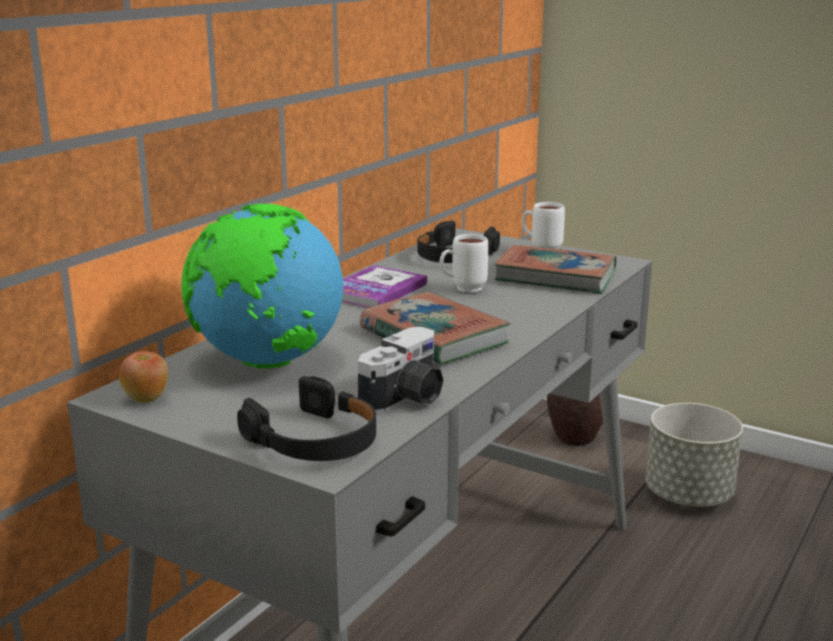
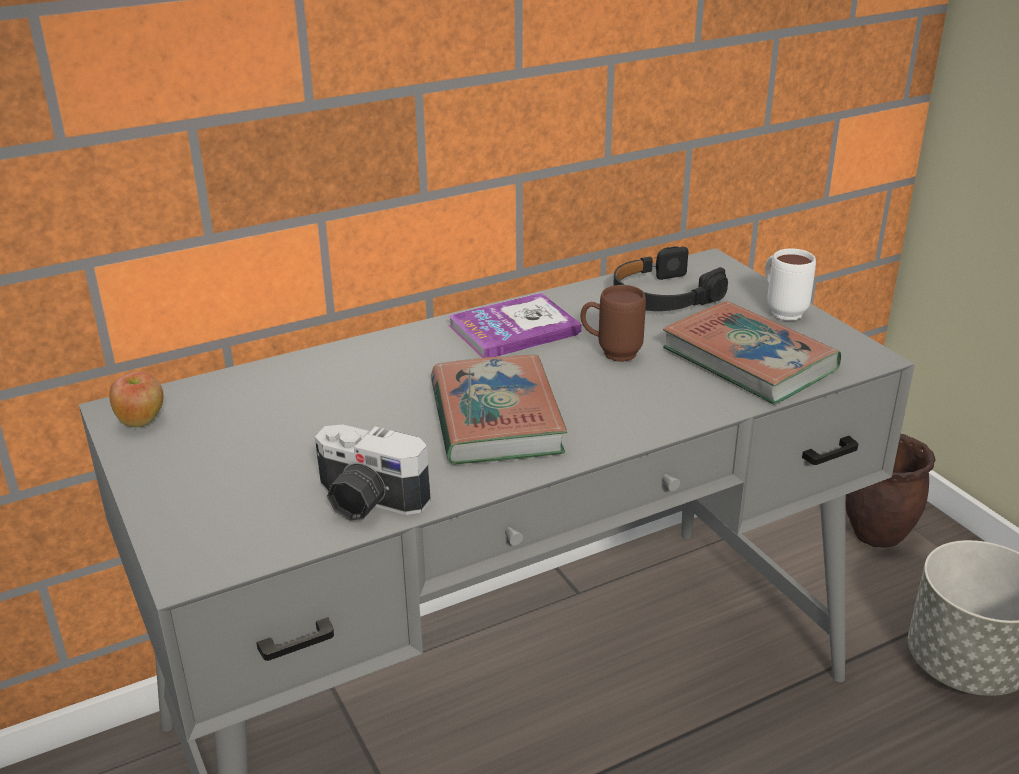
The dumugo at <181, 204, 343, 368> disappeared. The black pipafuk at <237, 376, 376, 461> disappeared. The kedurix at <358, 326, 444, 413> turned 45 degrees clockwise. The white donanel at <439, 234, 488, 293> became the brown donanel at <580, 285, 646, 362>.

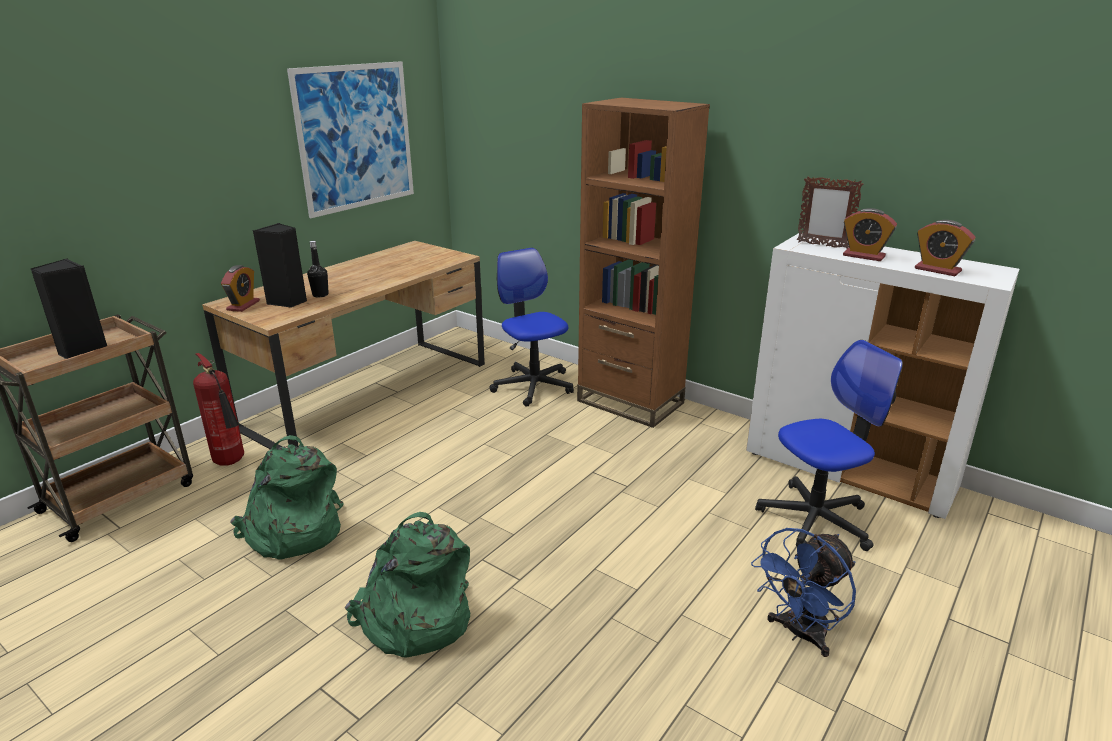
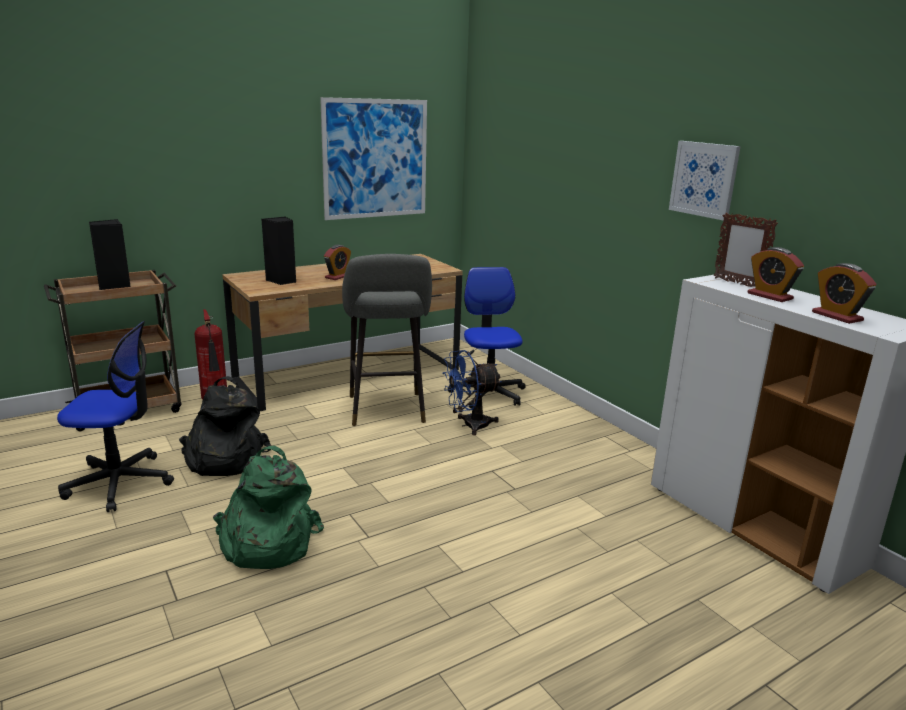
The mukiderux moved from <221, 265, 260, 312> to <324, 245, 351, 280>. The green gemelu at <230, 435, 343, 559> became the black gemelu at <179, 376, 272, 476>. The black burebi at <307, 241, 329, 297> disappeared. The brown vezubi at <577, 98, 710, 428> disappeared. The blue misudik moved from <751, 528, 856, 657> to <443, 350, 502, 435>. The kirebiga moved from <755, 340, 903, 551> to <57, 321, 174, 512>. The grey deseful at <342, 254, 432, 426> appeared. The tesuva at <669, 141, 741, 221> appeared.

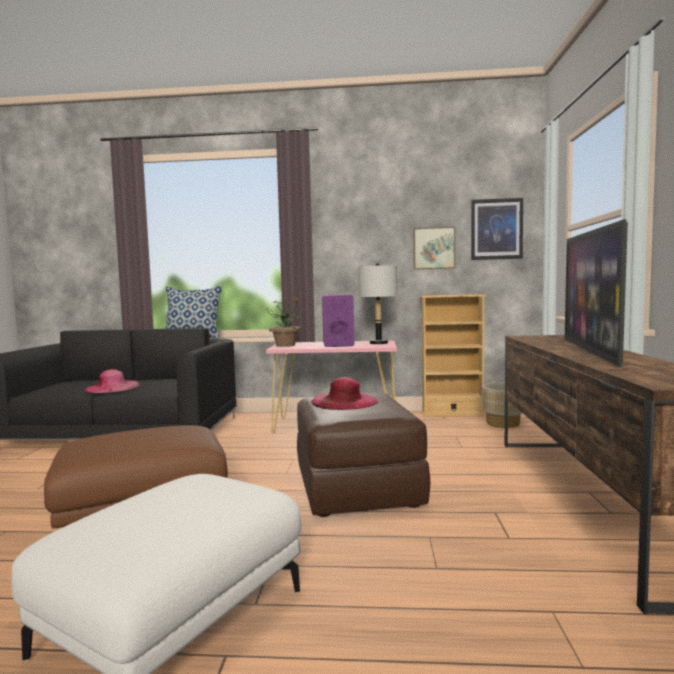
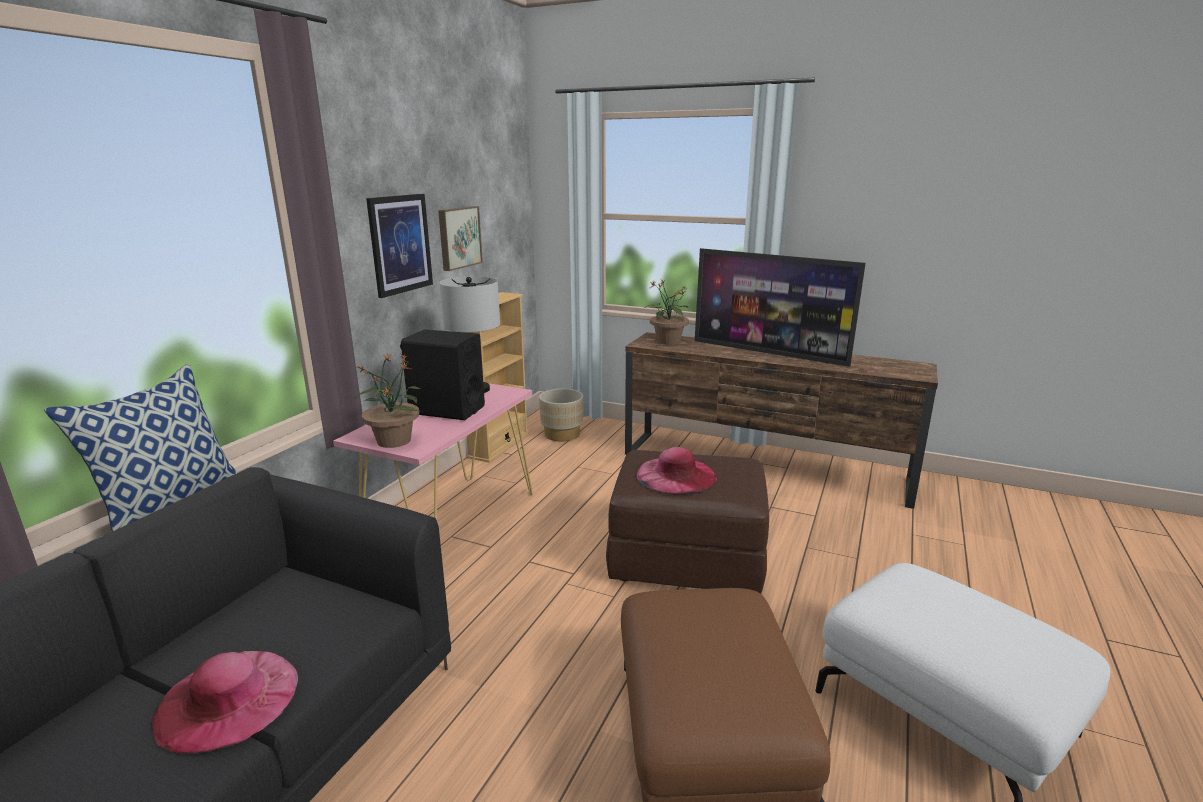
The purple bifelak at <322, 295, 354, 347> became the black bifelak at <400, 329, 485, 420>. The tesuva moved from <471, 198, 523, 260> to <366, 194, 433, 298>. The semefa at <644, 280, 689, 345> appeared.

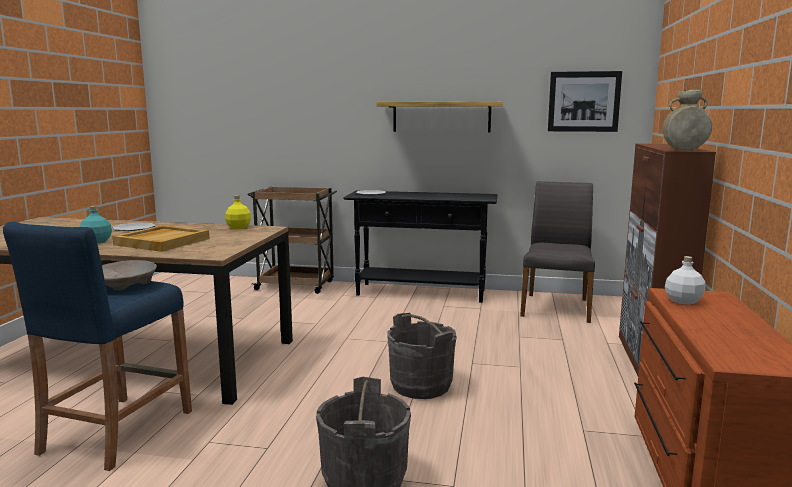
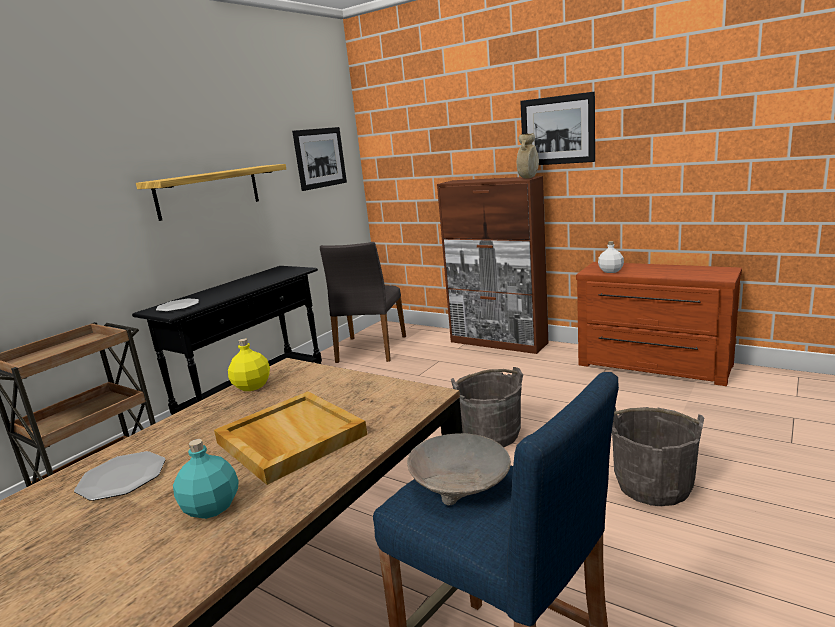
The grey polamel at <520, 181, 595, 323> turned 120 degrees counterclockwise. The tesuva at <520, 92, 595, 165> appeared.

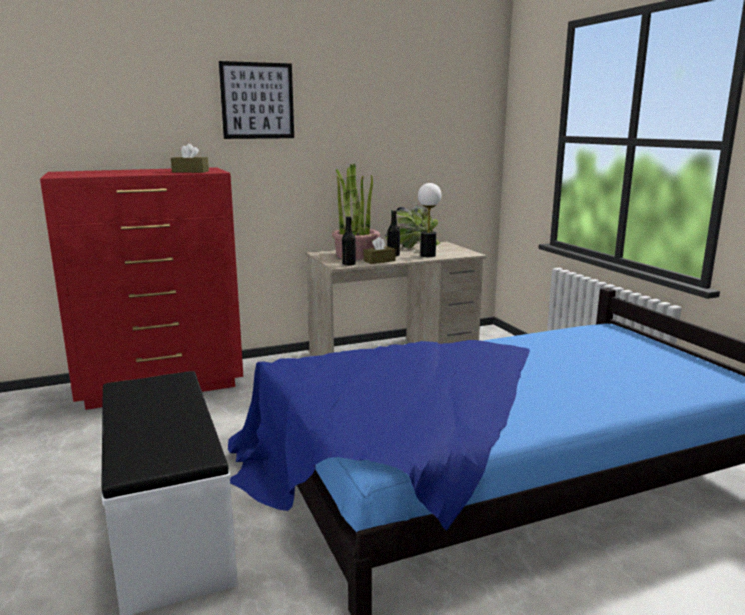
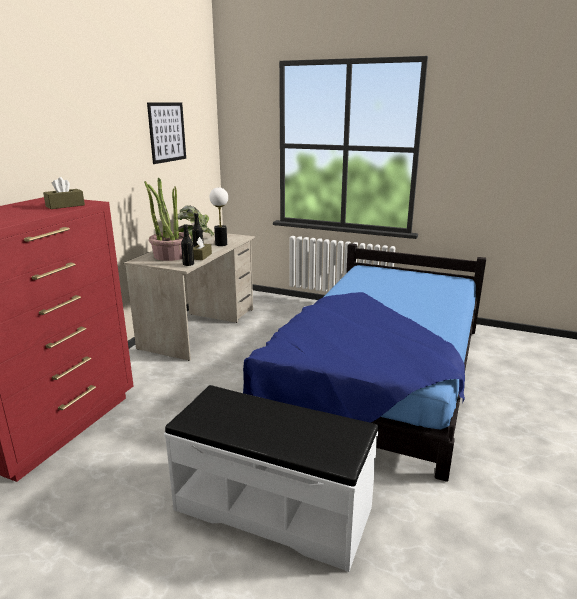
The tesuva moved from <219, 61, 294, 139> to <147, 103, 186, 164>.

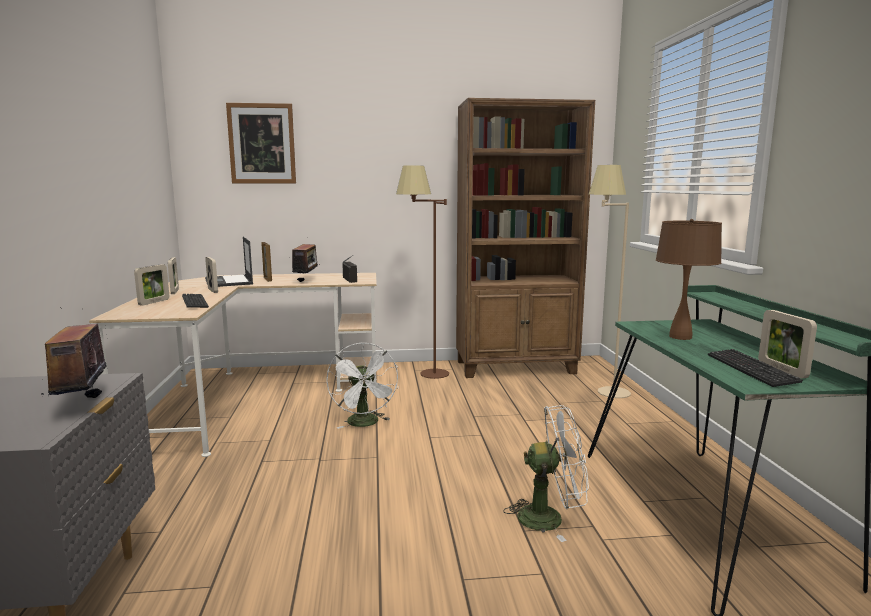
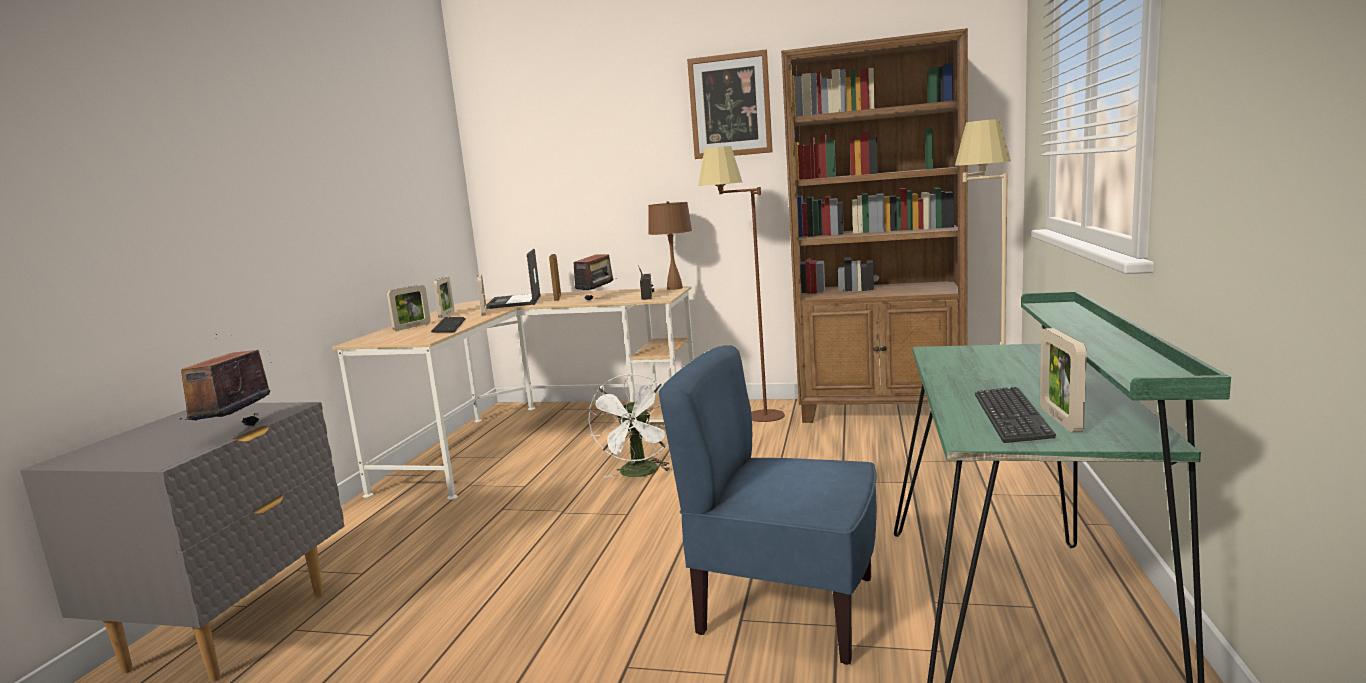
The tesuva moved from <226, 103, 296, 183> to <687, 49, 773, 159>. The white misudik at <503, 405, 589, 542> was replaced by the blue polamel at <658, 345, 877, 665>. The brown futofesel moved from <656, 219, 722, 340> to <648, 201, 692, 290>.

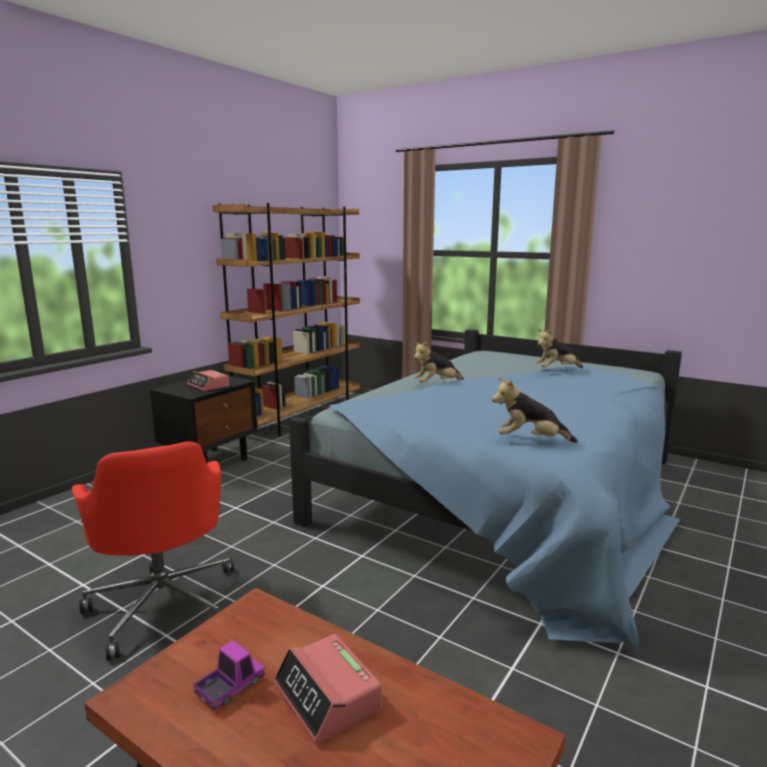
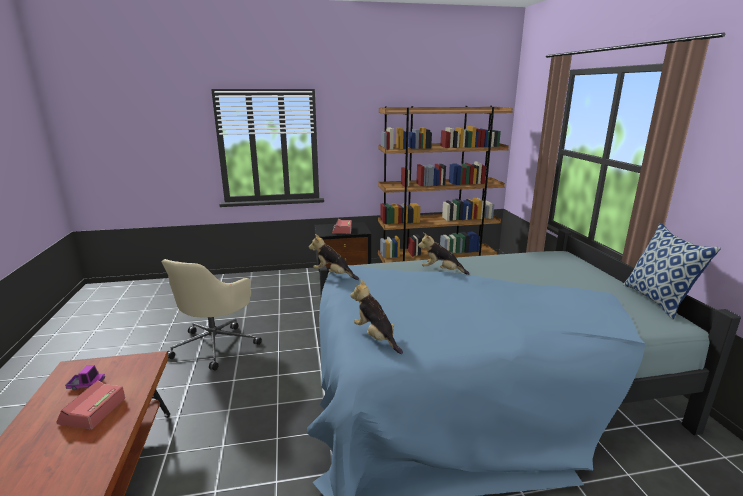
The red kirebiga at <72, 441, 234, 661> became the beige kirebiga at <162, 259, 262, 370>. The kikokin moved from <536, 329, 583, 368> to <309, 234, 359, 280>. The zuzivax at <623, 223, 721, 319> appeared.

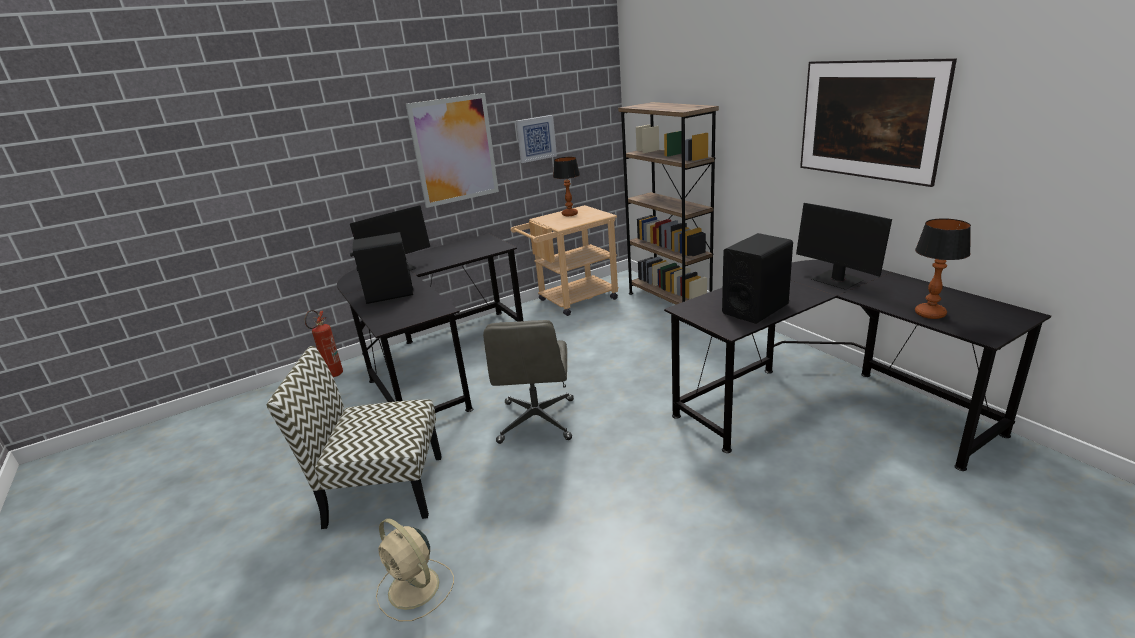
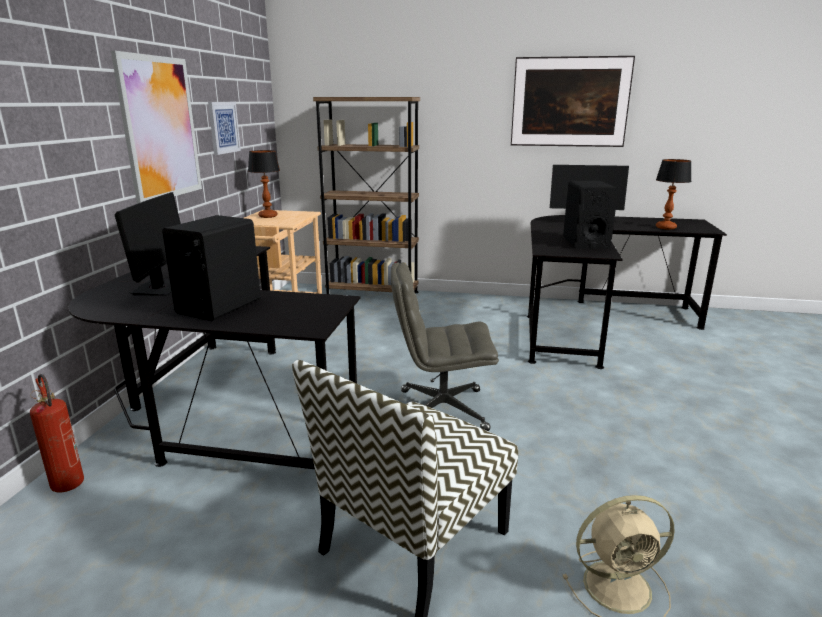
The grey kirebiga at <483, 320, 574, 444> turned 135 degrees clockwise.

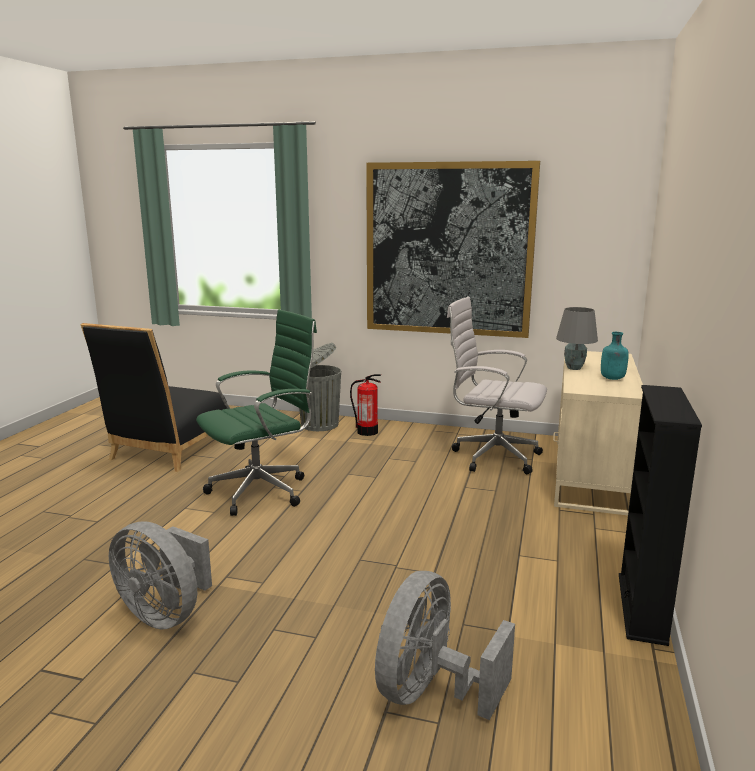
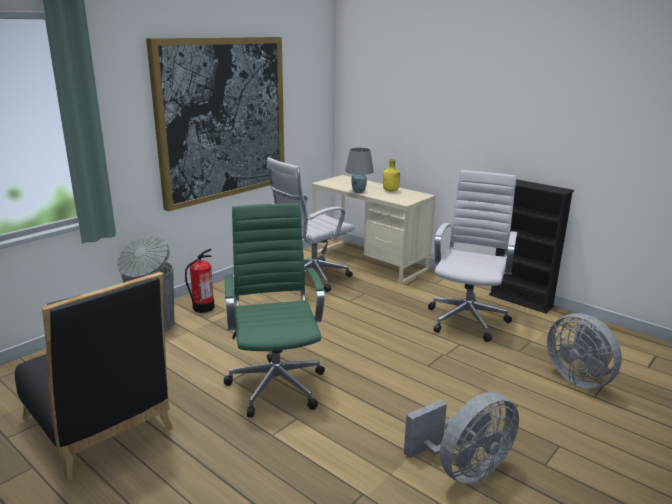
The turquoise burebi at <601, 332, 629, 380> became the yellow burebi at <383, 159, 400, 192>. The white kirebiga at <428, 170, 518, 342> appeared.

